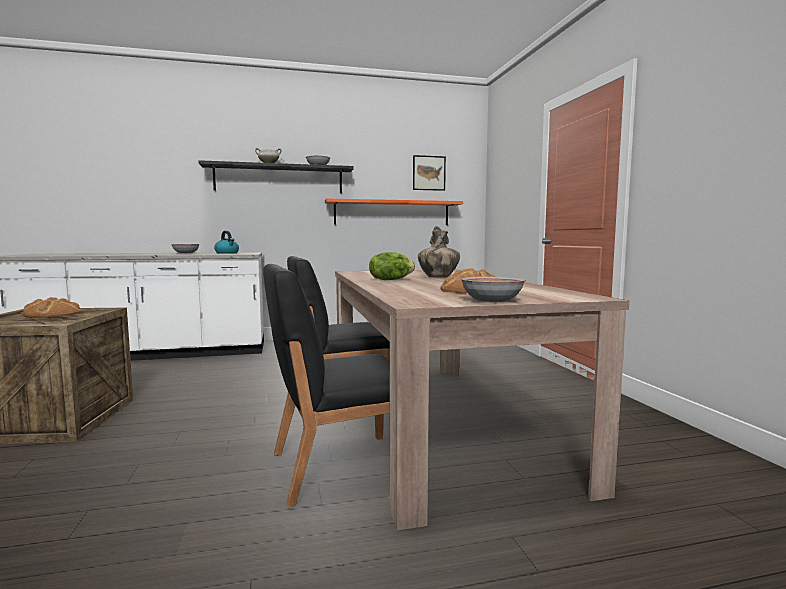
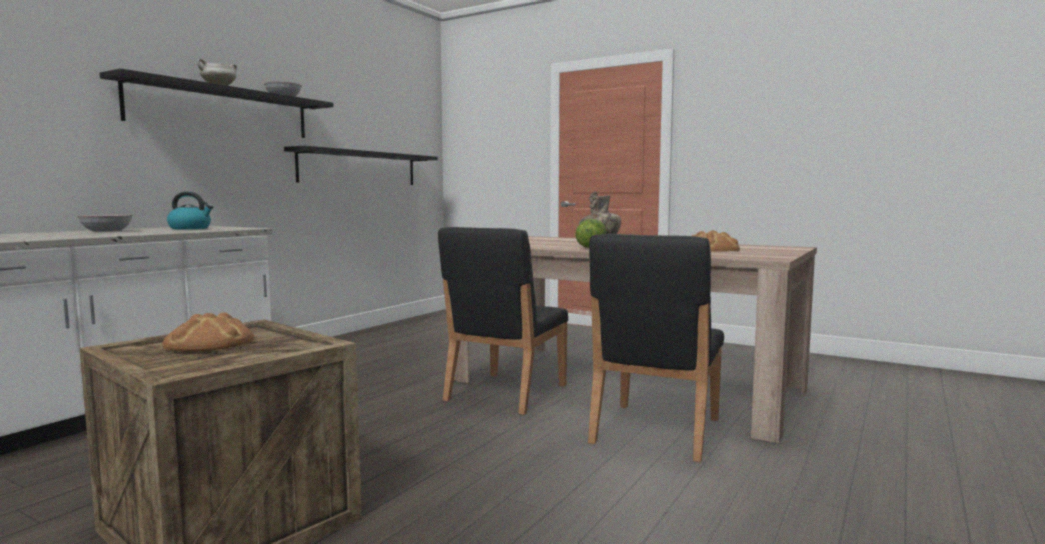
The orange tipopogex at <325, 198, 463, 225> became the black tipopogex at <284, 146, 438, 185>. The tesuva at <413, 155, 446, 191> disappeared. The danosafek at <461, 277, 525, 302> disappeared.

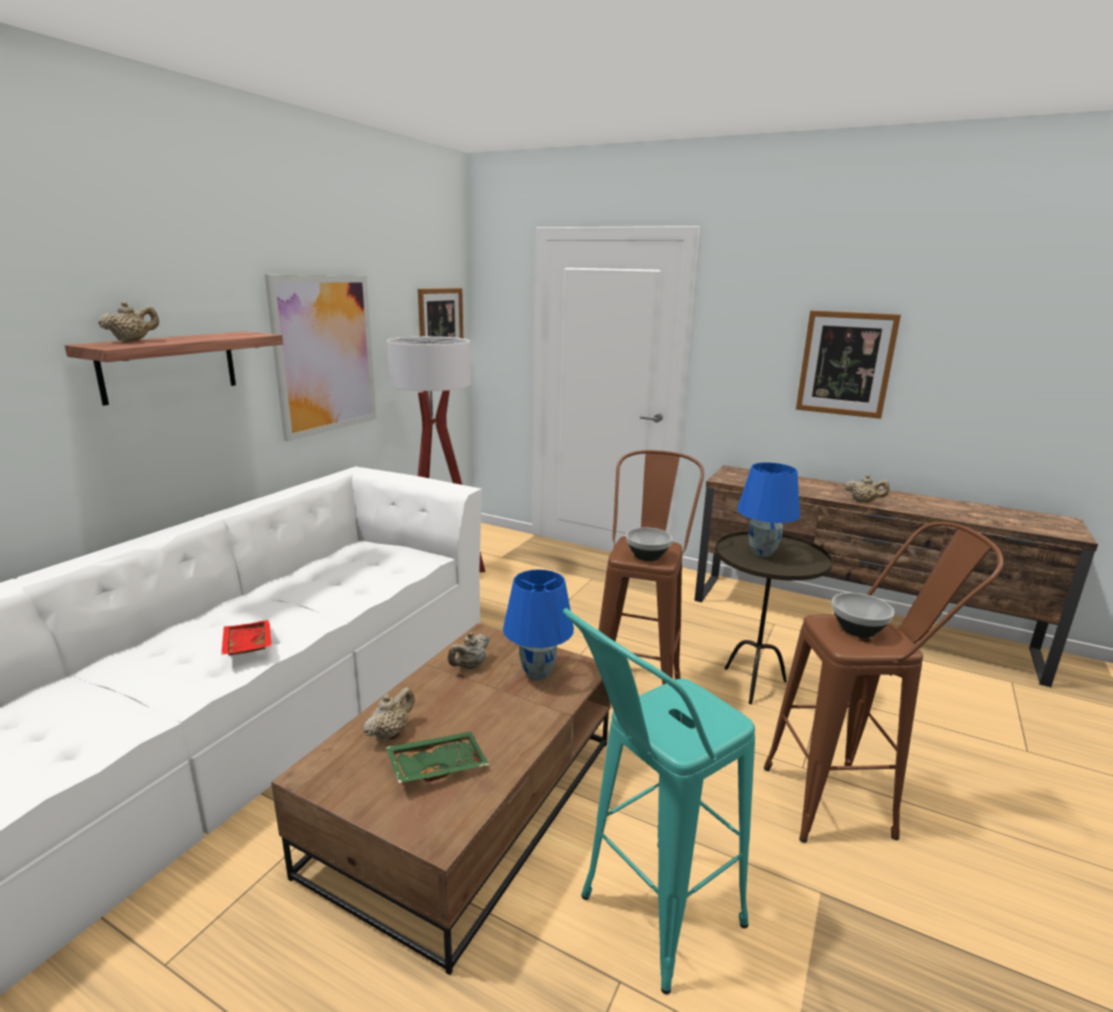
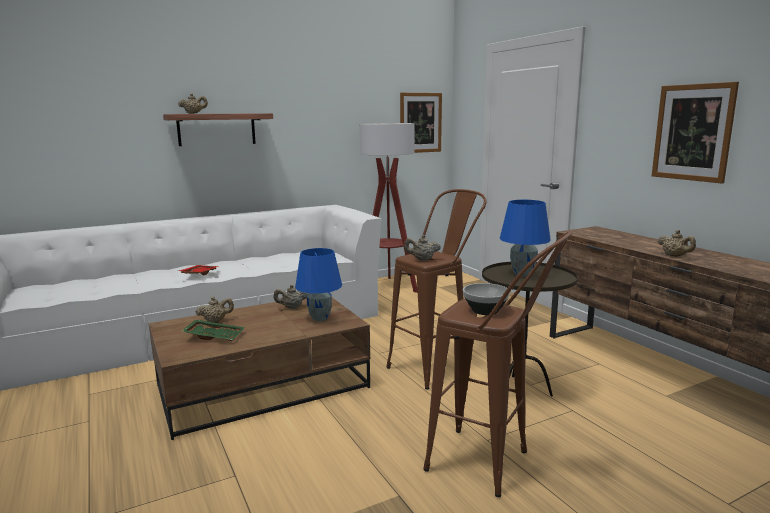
The tesuva at <265, 275, 376, 441> disappeared. The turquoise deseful at <563, 608, 755, 994> disappeared. The danosafek at <626, 528, 672, 561> was replaced by the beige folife at <404, 235, 441, 261>.

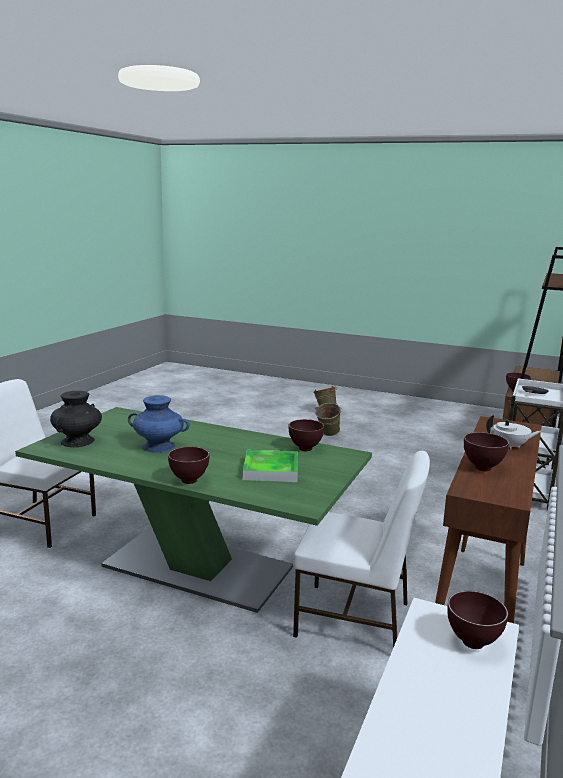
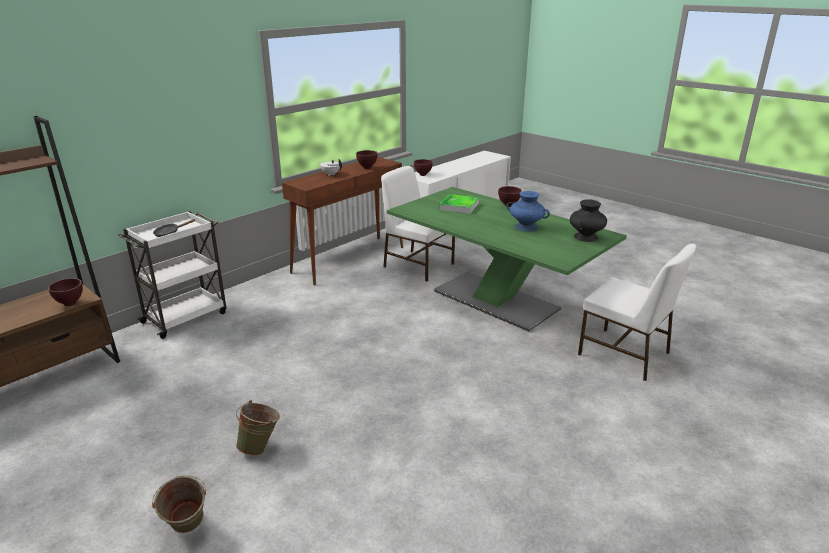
The brown danosafek at <289, 419, 324, 451> disappeared.

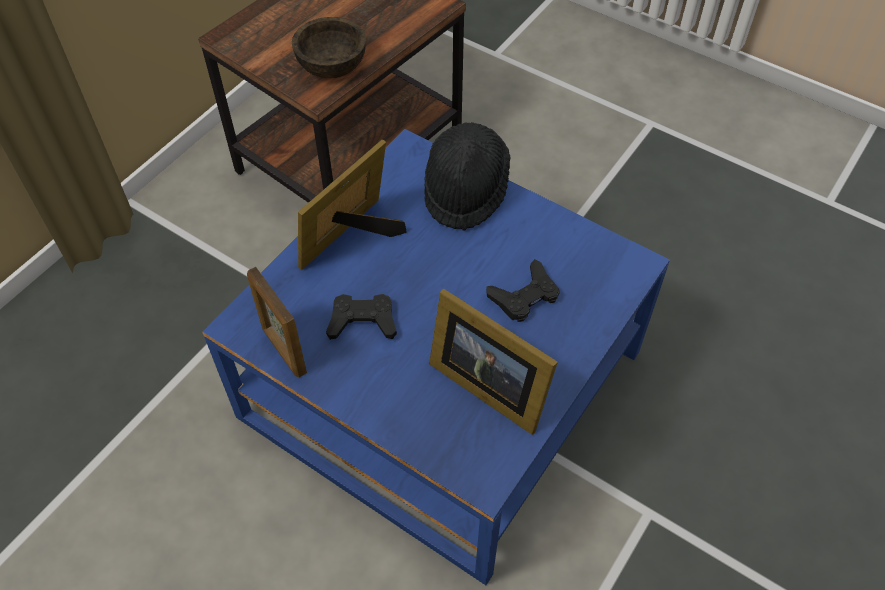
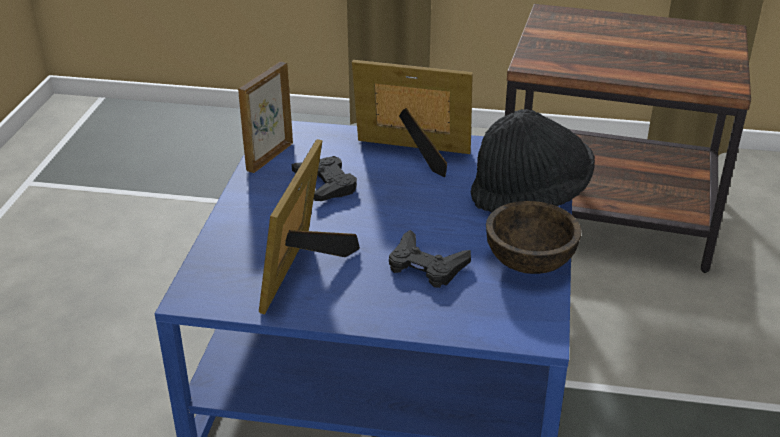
The brown danosafek moved from <292, 17, 366, 78> to <486, 201, 582, 274>.

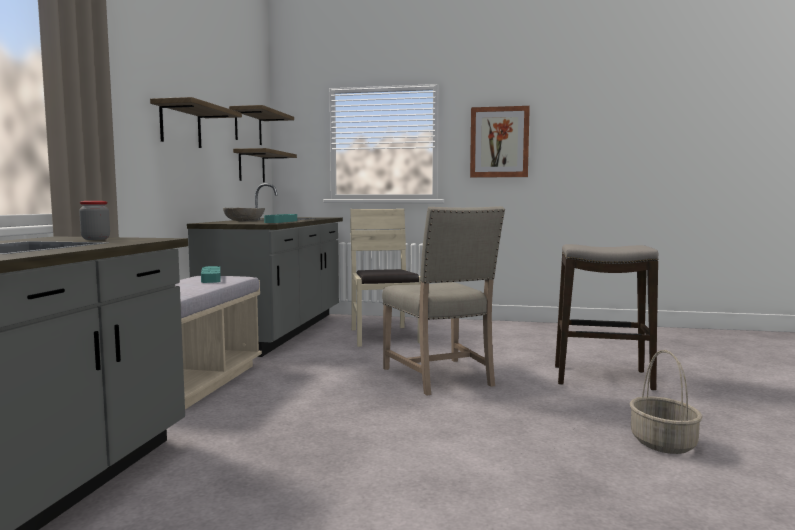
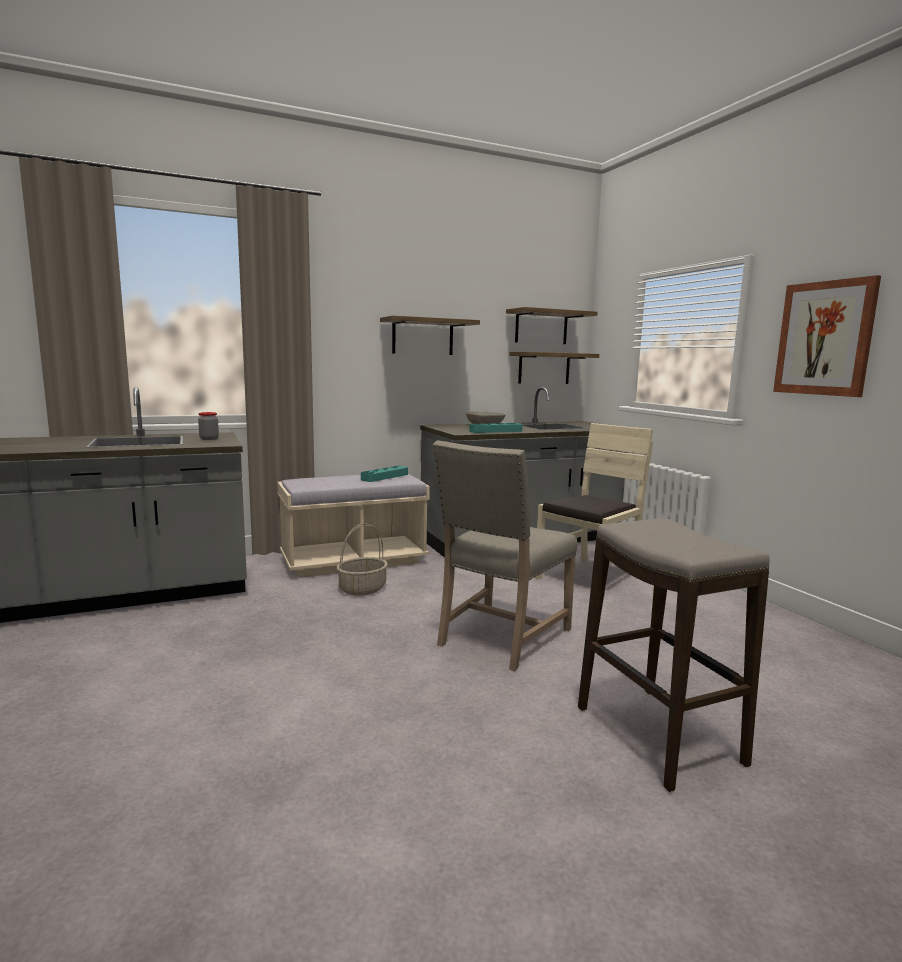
The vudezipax moved from <630, 350, 702, 454> to <337, 523, 388, 596>.

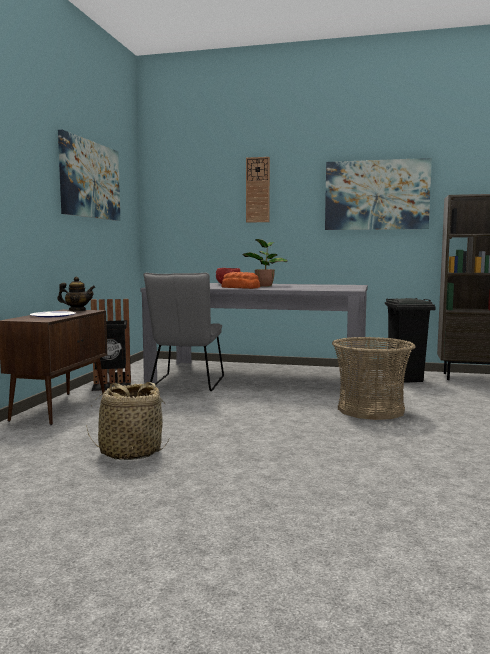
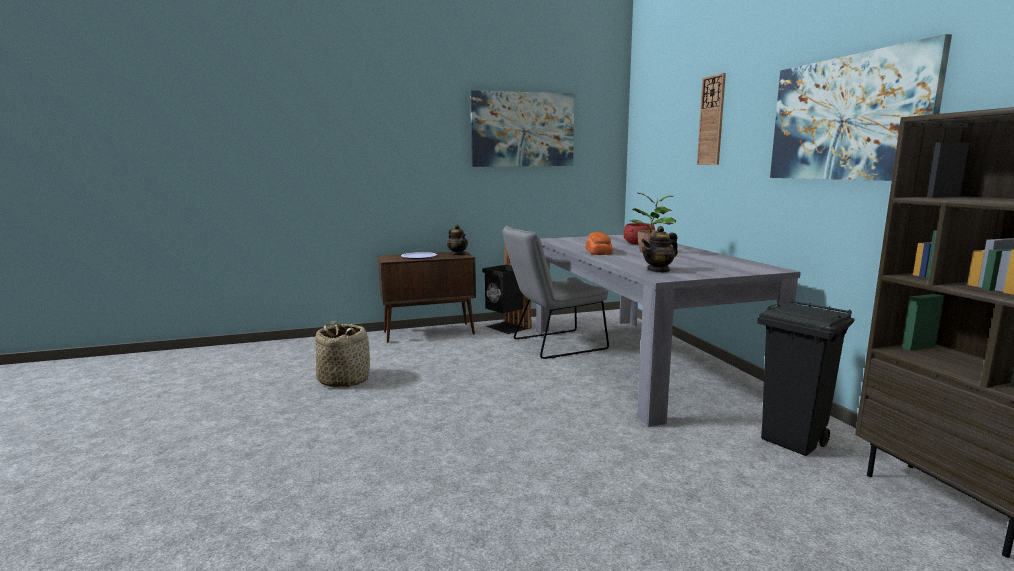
The vudezipax at <332, 337, 416, 420> disappeared. The folife at <641, 226, 678, 273> appeared.

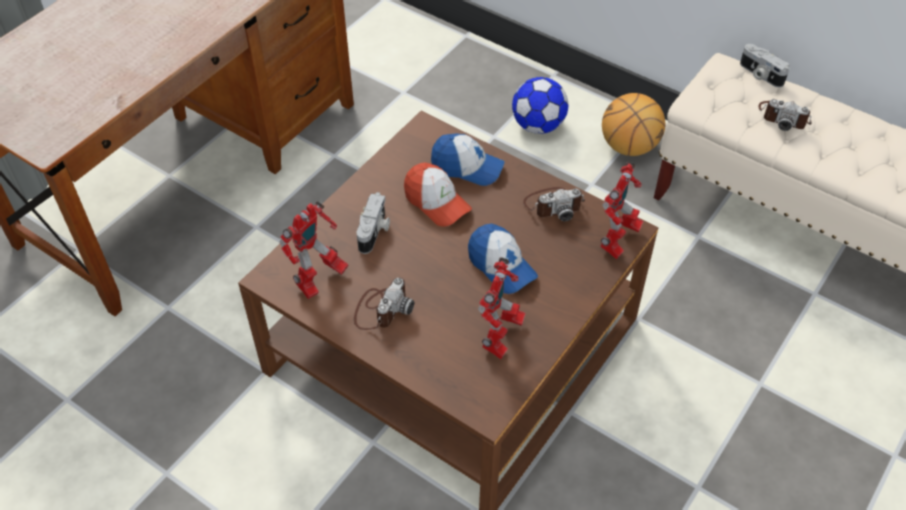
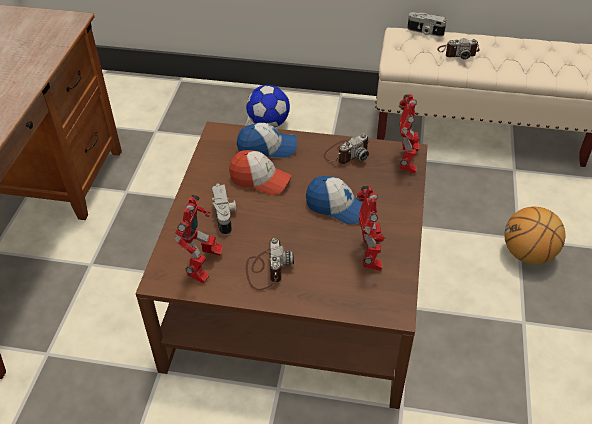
The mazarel moved from <602, 93, 665, 156> to <504, 207, 565, 264>.

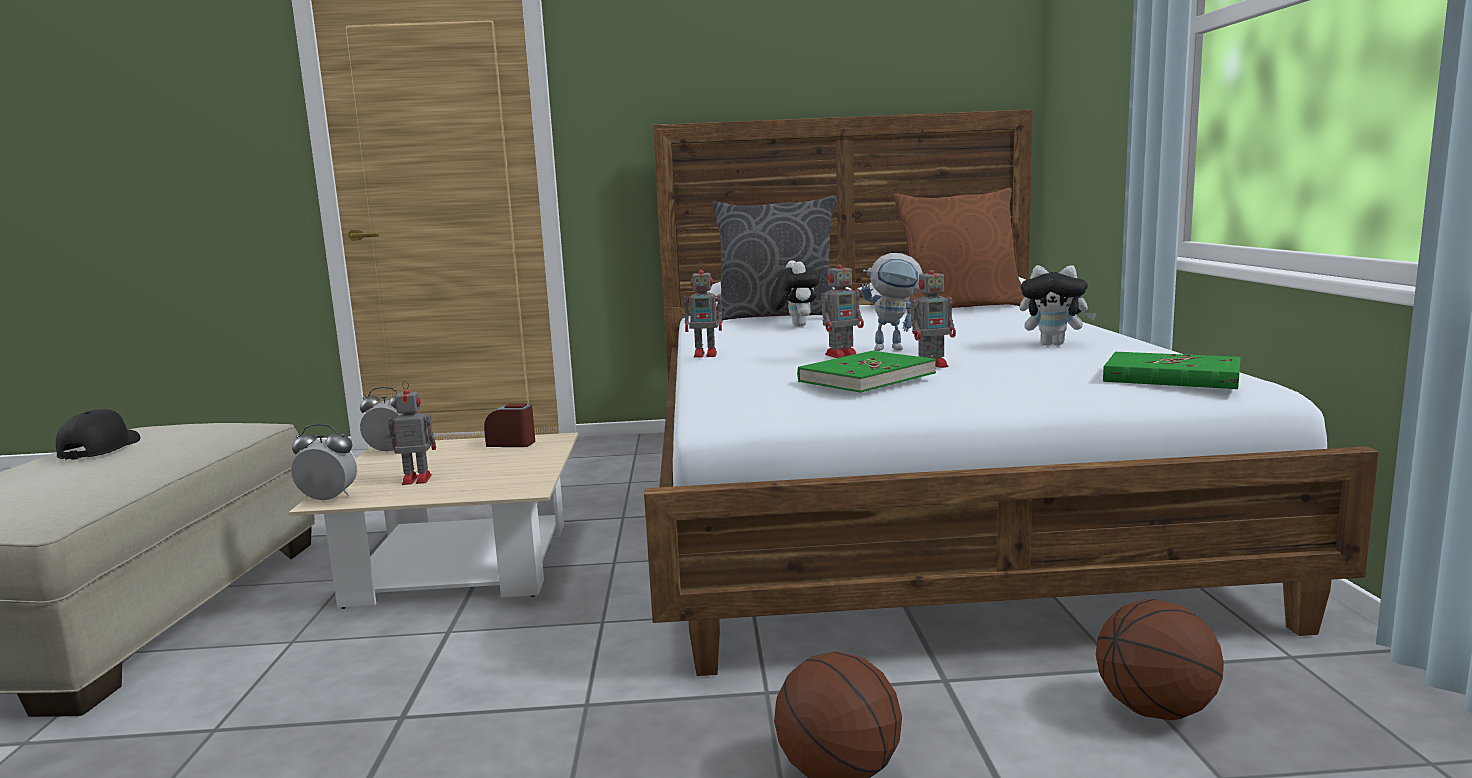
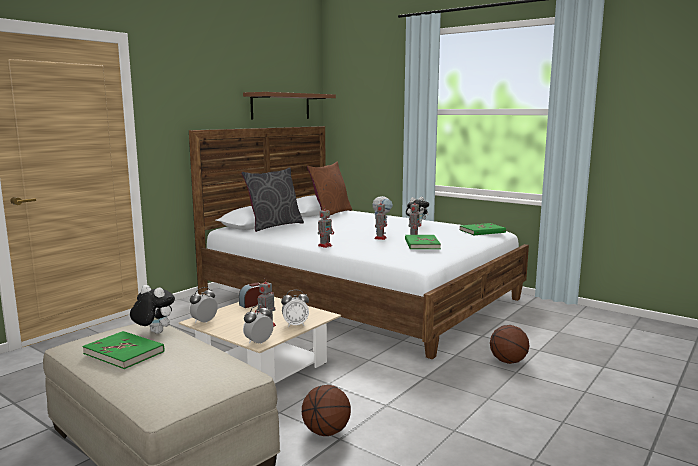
The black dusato at <56, 409, 140, 460> was replaced by the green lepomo at <82, 331, 164, 369>. The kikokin moved from <770, 260, 820, 327> to <130, 285, 175, 334>. The mazarel moved from <1096, 599, 1224, 720> to <302, 385, 351, 436>. The brown tipopogex at <243, 92, 336, 120> appeared. The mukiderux at <281, 290, 309, 327> appeared.

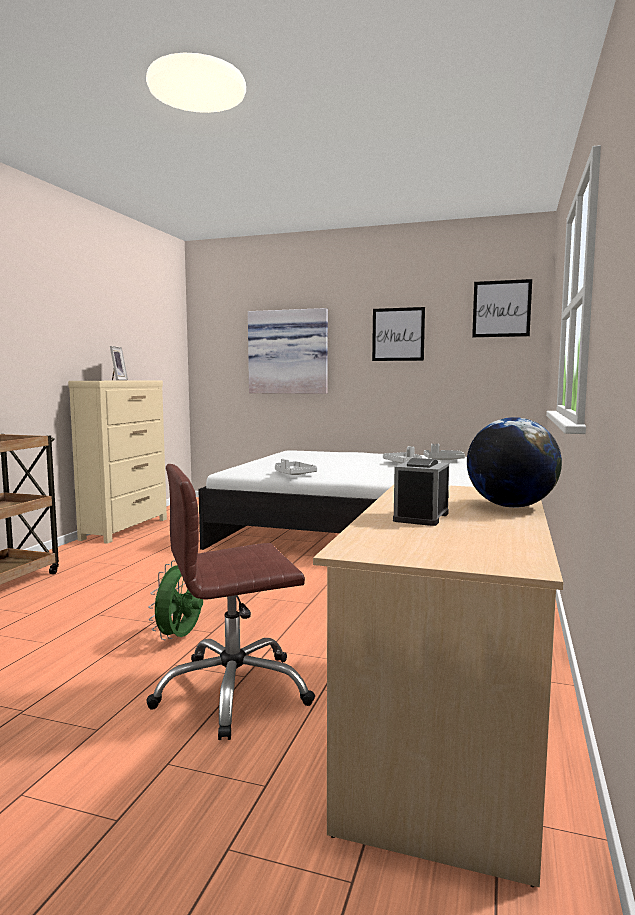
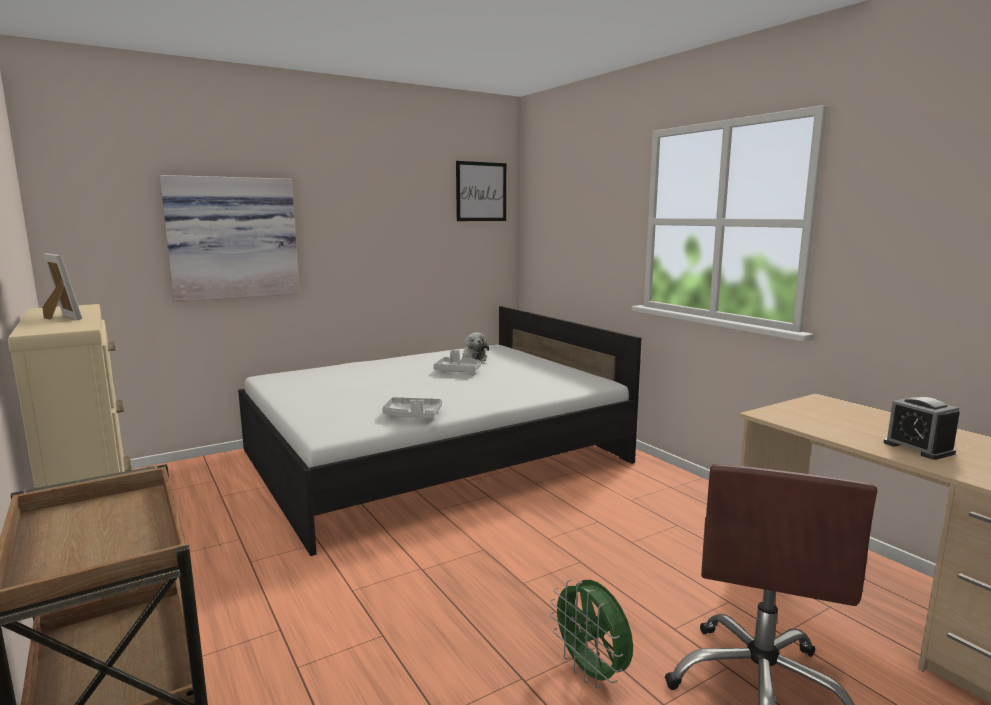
The tesuva at <372, 307, 425, 361> disappeared. The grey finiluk at <424, 444, 465, 460> was replaced by the kikokin at <462, 333, 489, 361>. The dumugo at <467, 417, 562, 508> disappeared.

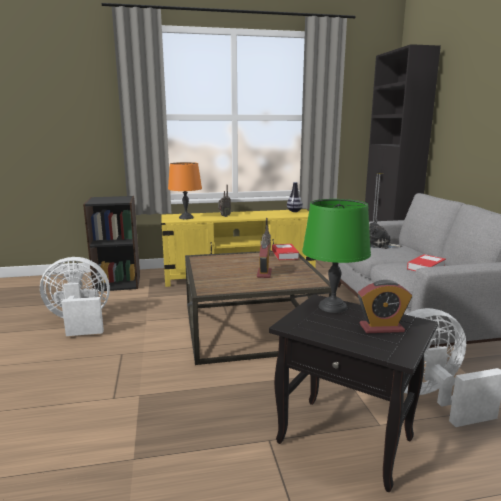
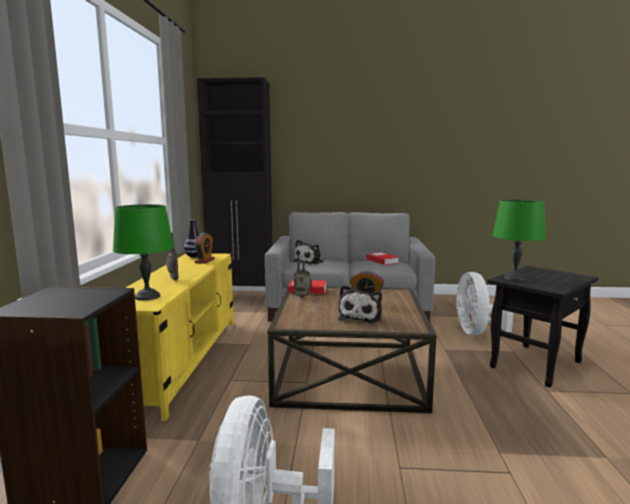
The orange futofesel at <168, 162, 202, 219> became the green futofesel at <113, 204, 174, 301>. The mukiderux moved from <358, 280, 412, 333> to <194, 233, 215, 264>. The kikokin at <338, 285, 382, 323> appeared.

